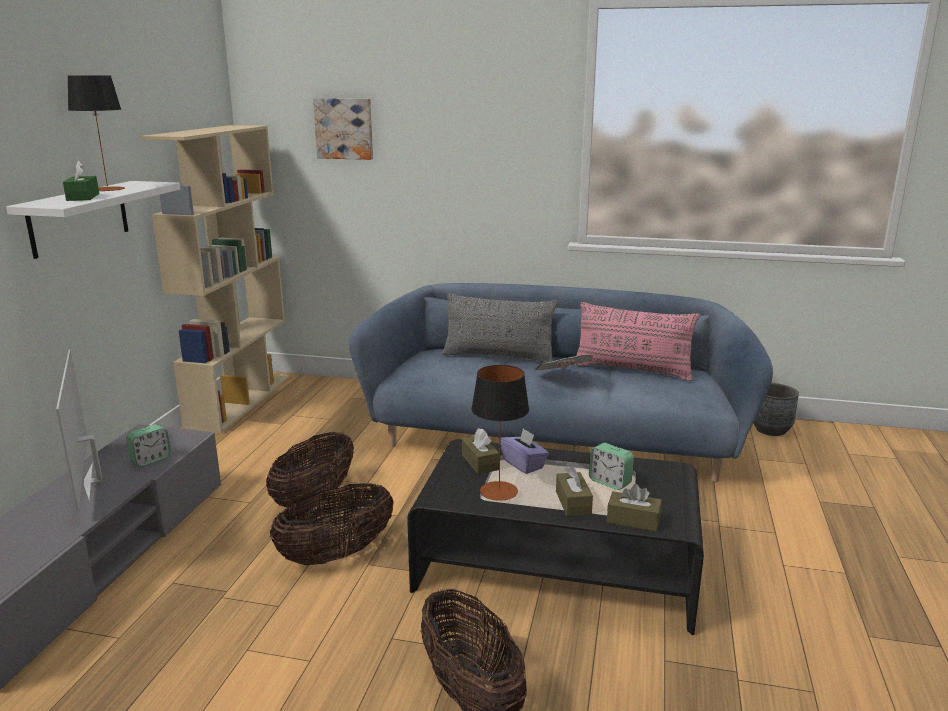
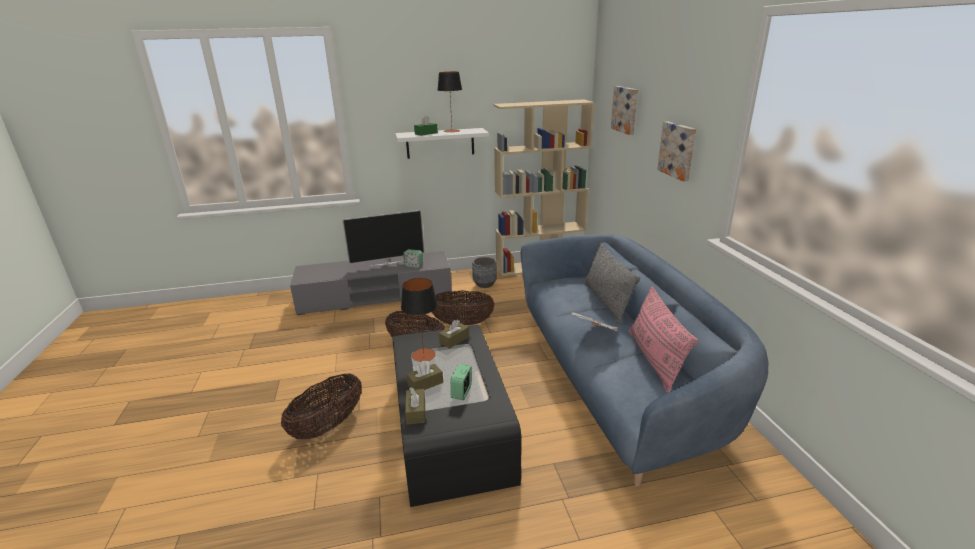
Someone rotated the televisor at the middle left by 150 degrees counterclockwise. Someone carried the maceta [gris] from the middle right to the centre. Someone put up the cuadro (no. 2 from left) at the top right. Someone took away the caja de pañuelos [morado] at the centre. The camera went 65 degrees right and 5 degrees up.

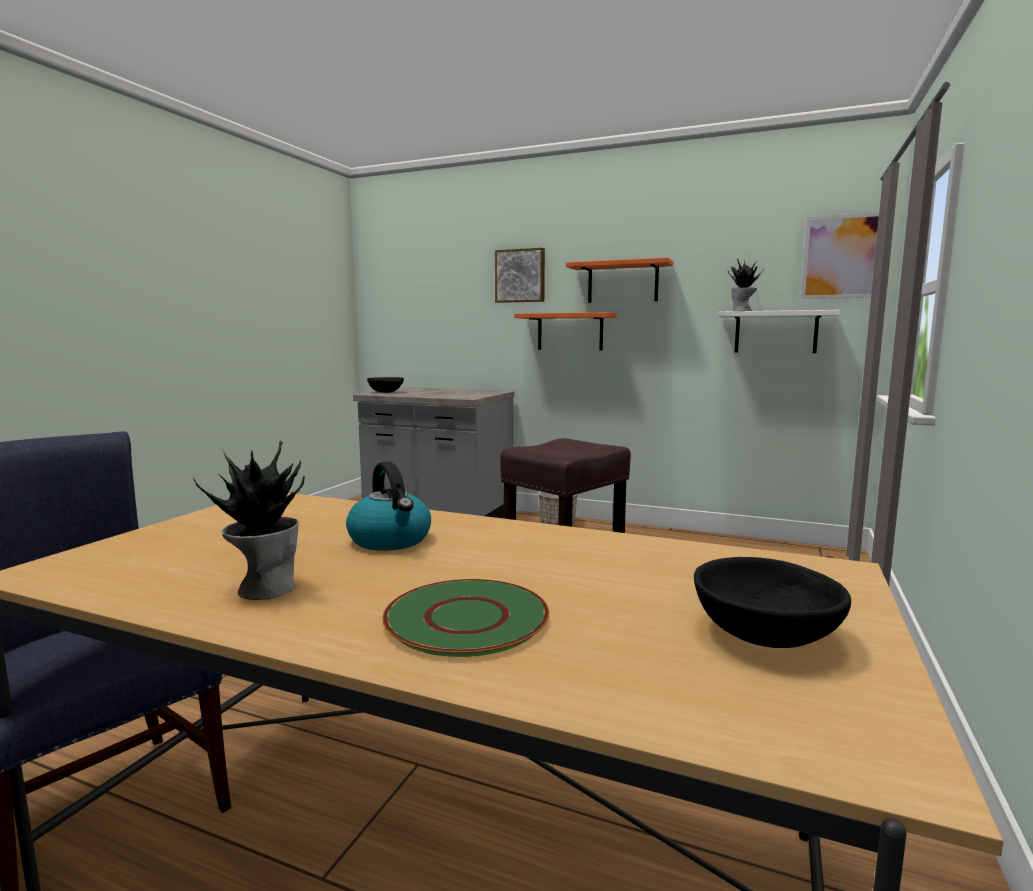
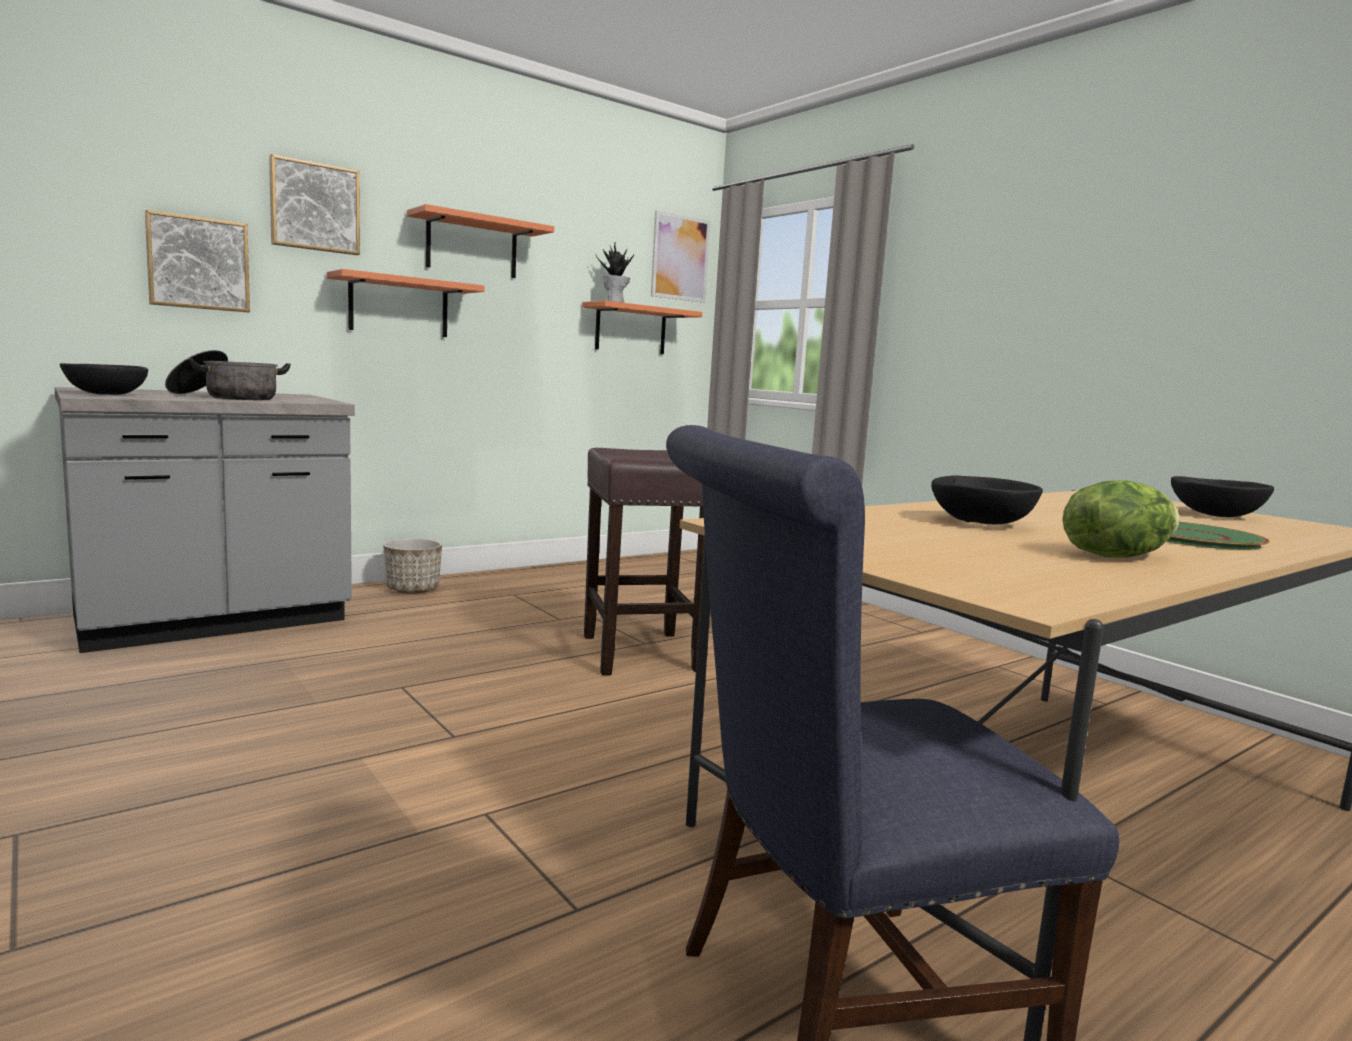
Someone put up the cuadro (no. 1 from left) at the top left. Someone put down the olla at the middle left. Someone repainted the estante [blanco] at the middle right, which became the estante [naranja] (no. 3 from left) at the top centre. Someone swapped the hervidor at the centre for the cuenco [negro] (no. 2 from left) at the middle right. Someone swapped the planta en maceta (no. 1 from left) at the middle left for the lechuga at the middle right. The camera went 60 degrees left and 0 degrees up.

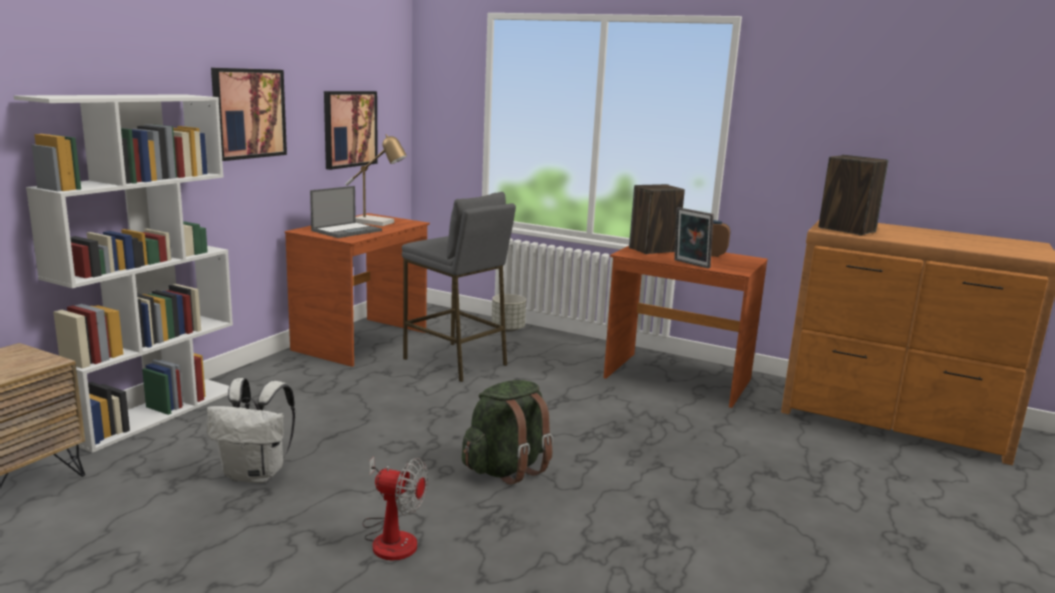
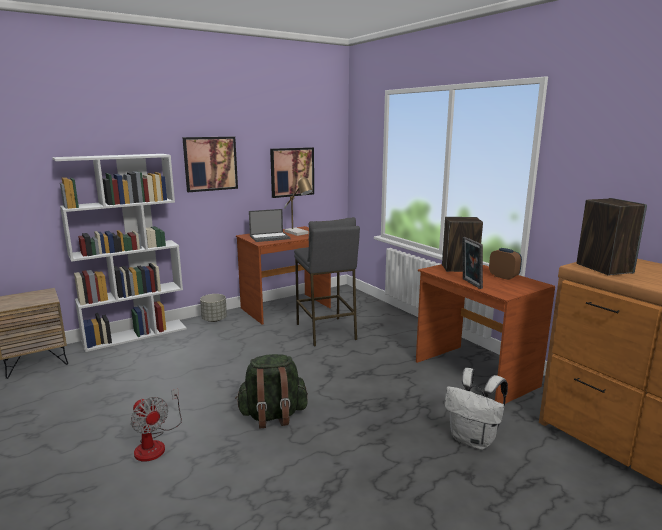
Someone carried the maceta [gris] from the centre to the middle left. Someone carried the mochila [blanco] from the bottom left to the bottom right. The camera went 30 degrees right and 0 degrees up.

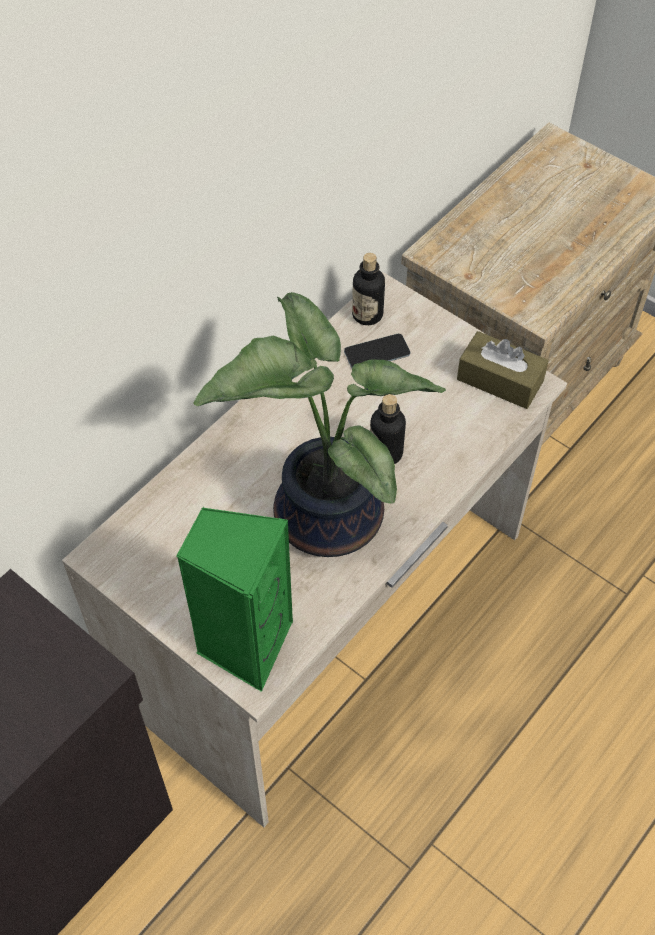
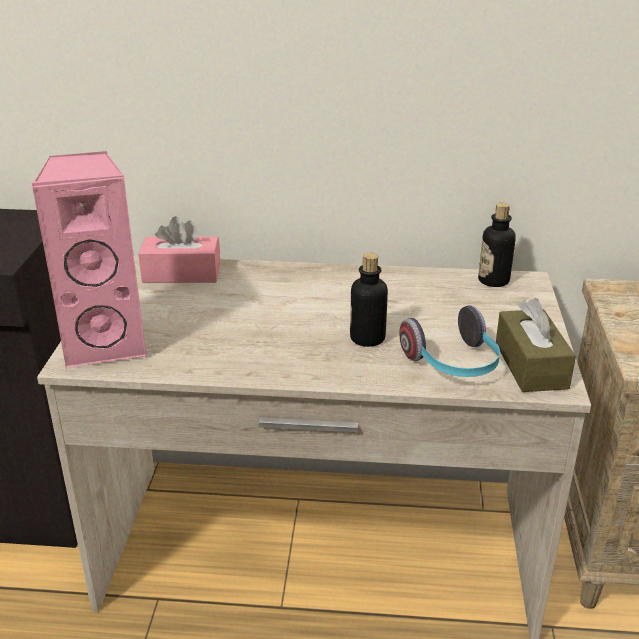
Someone repainted the altavoz [verde] at the centre, which became the altavoz [rosa] at the middle left. Someone put down the caja de pañuelos [rosa] at the middle left. Someone put down the auriculares at the middle right. Someone took away the planta en maceta at the centre. Someone took away the móvil at the centre. The camera went 55 degrees right and 25 degrees down.

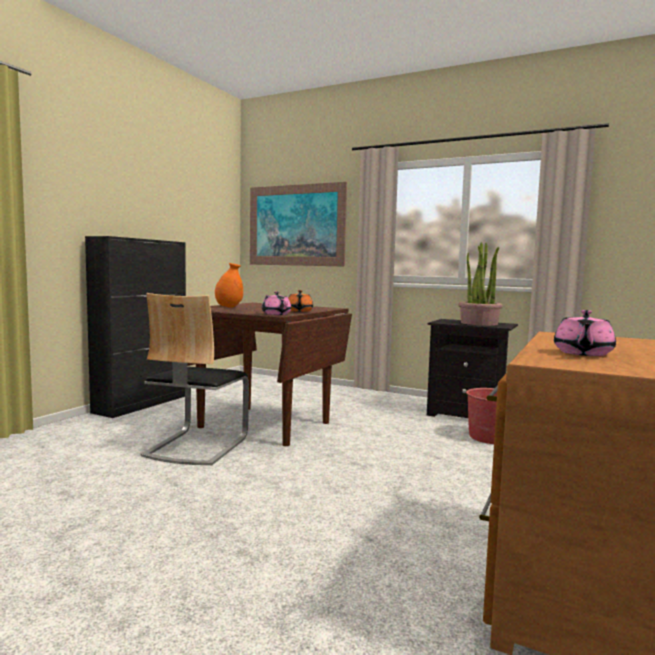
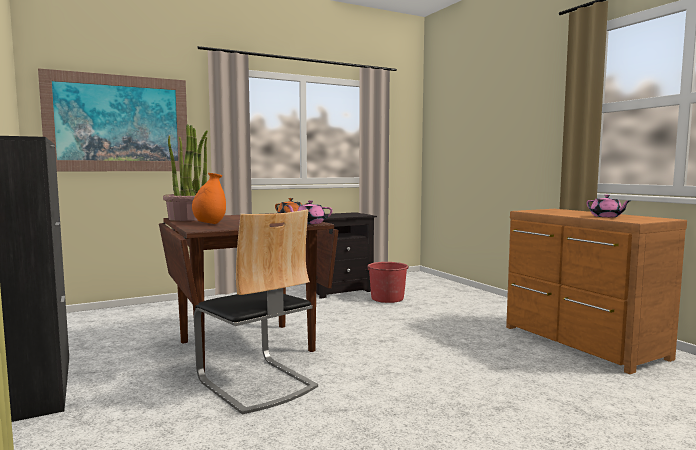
Someone carried the planta en maceta from the middle right to the middle left. The camera went 55 degrees left and 0 degrees up.

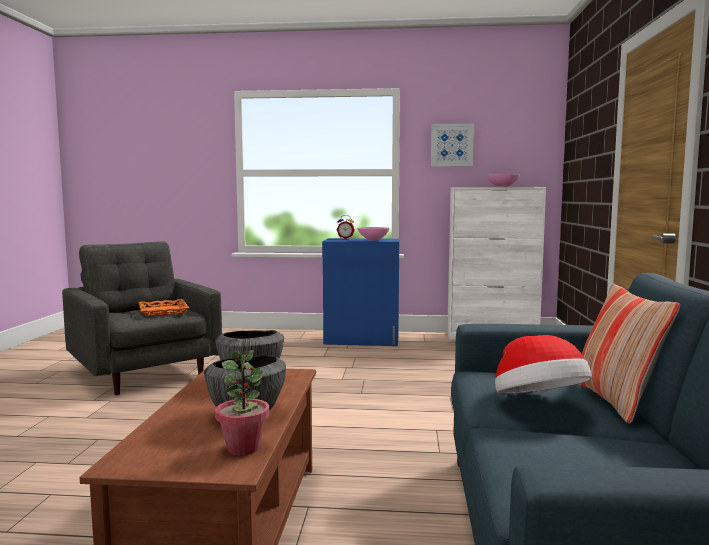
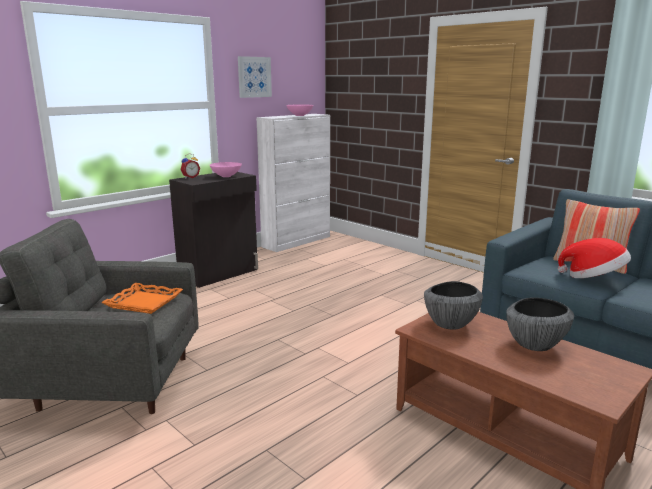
Someone repainted the armario [azul] at the centre, which became the armario [negro] at the middle left. Someone took away the planta en maceta at the bottom centre. The camera went 50 degrees left and 10 degrees up.

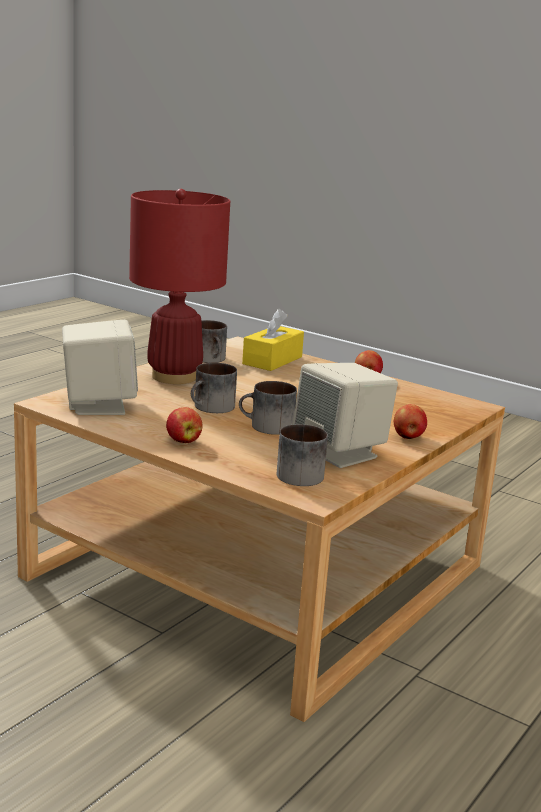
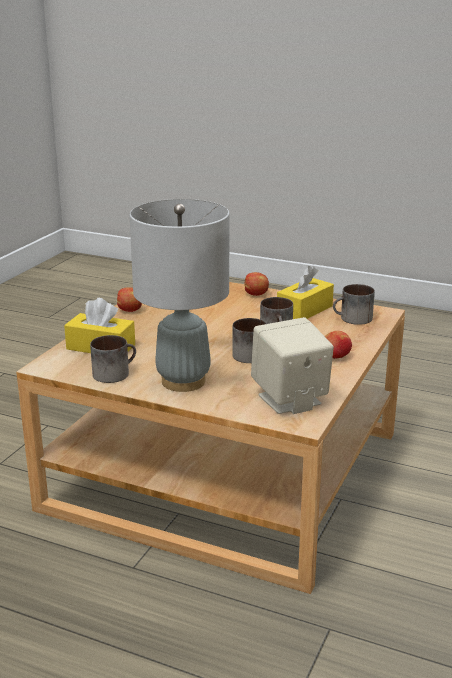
Someone repainted the lámpara de mesa [rojo] at the middle left, which became the lámpara de mesa [gris] at the centre. Someone swapped the altavoz [beis] (no. 2 from left) at the centre for the caja de pañuelos [amarillo] (no. 2 from left) at the middle right. The camera went 100 degrees left and 5 degrees up.

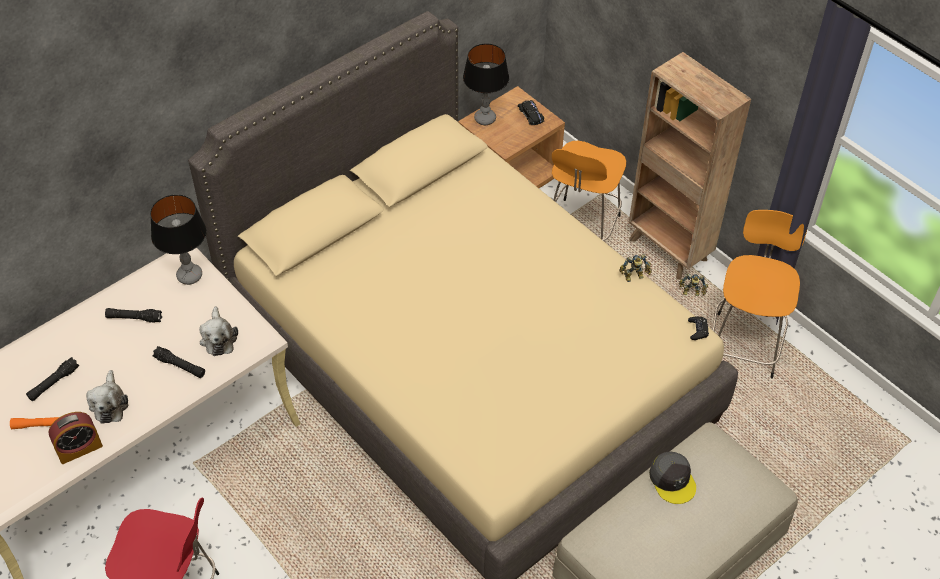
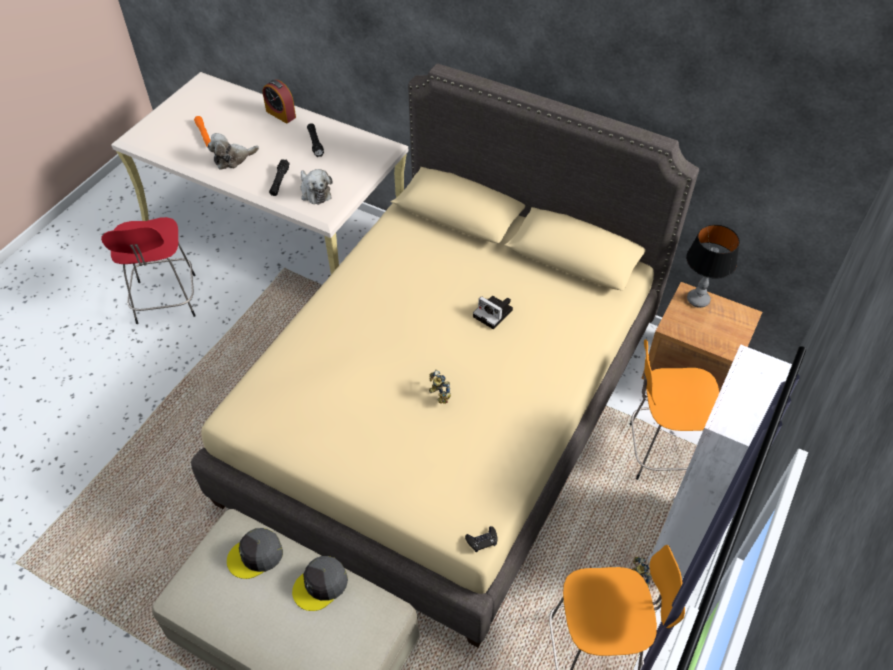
Someone put down the gorra [gris] (no. 1 from left) at the bottom left. Someone carried the despertador from the bottom left to the top left. Someone rotated the peluche (no. 2 from left) at the middle left by 90 degrees counterclockwise. Someone carried the robot de juguete (no. 1 from left) from the middle right to the centre. Someone put down the cámara at the centre. Someone repainted the estantería [marrón] at the top right, which became the estantería [blanco] at the bottom right. Someone took away the linterna [negro] (no. 1 from left) at the middle left. Someone took away the lámpara de mesa (no. 1 from left) at the middle left. Someone took away the coche de juguete [negro] at the top centre. The camera went 70 degrees right and 0 degrees up.

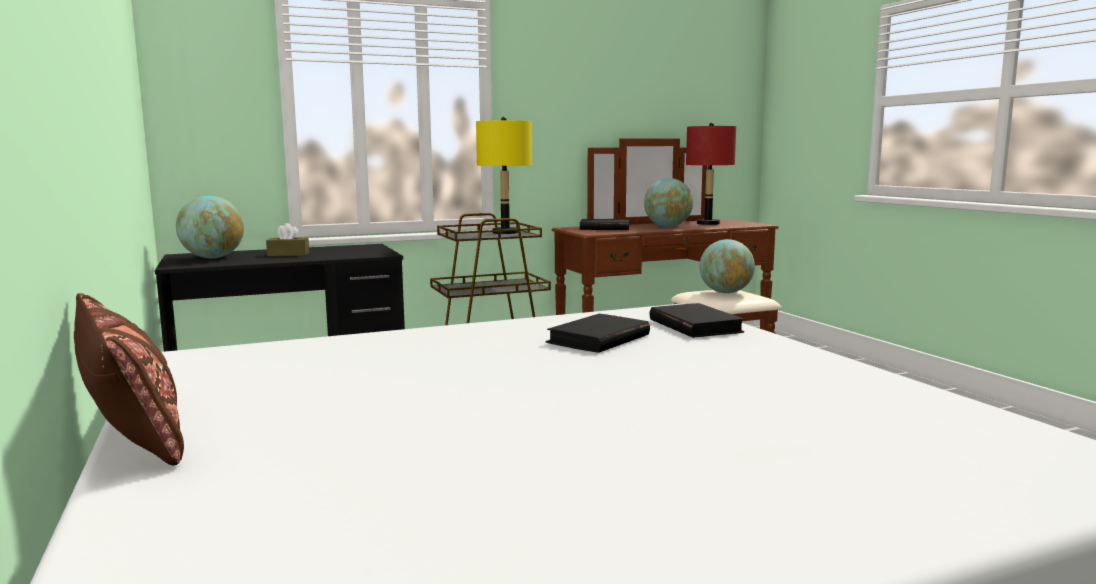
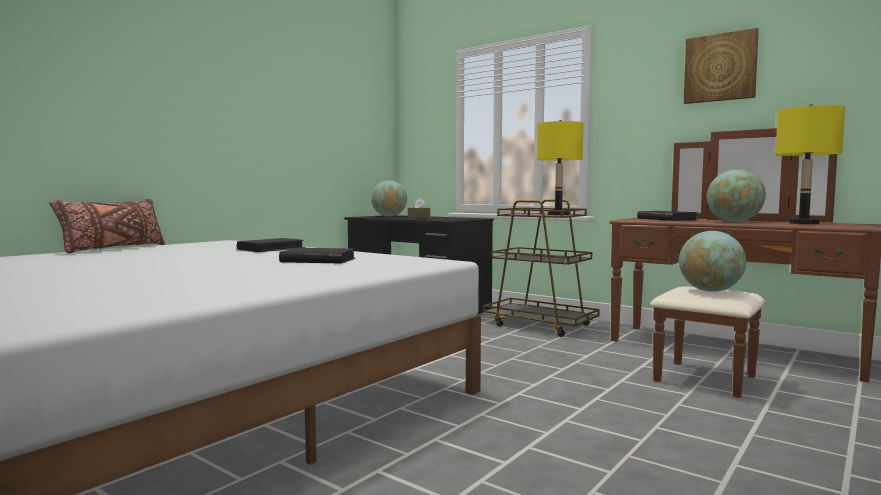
Someone carried the libro [negro] (no. 3 from left in the first image) from the centre to the middle left. Someone put up the cuadro at the top right. Someone repainted the lámpara de mesa [rojo] at the top centre, which became the lámpara de mesa [amarillo] (no. 2 from left) at the top right. The camera went 60 degrees right and 5 degrees down.

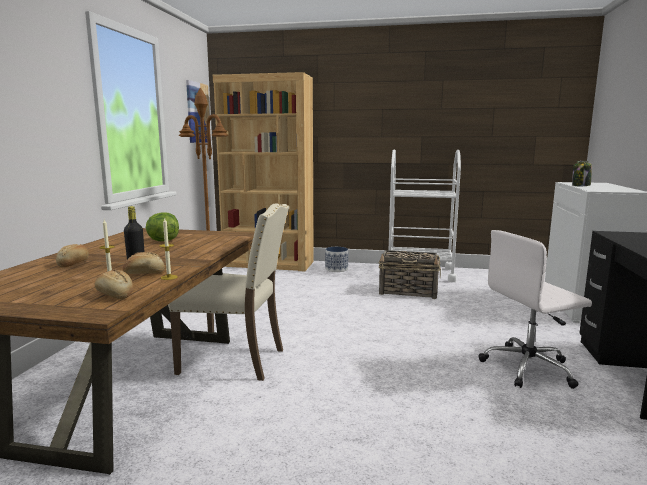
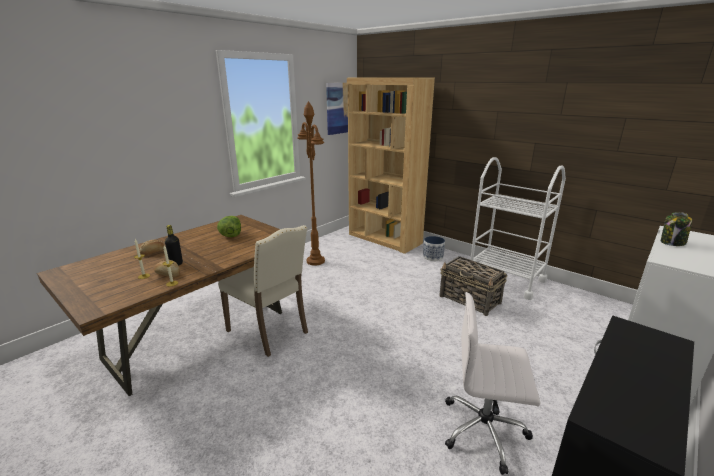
Someone took away the pan (no. 2 from left) at the middle left. The camera went 30 degrees right and 10 degrees up.

